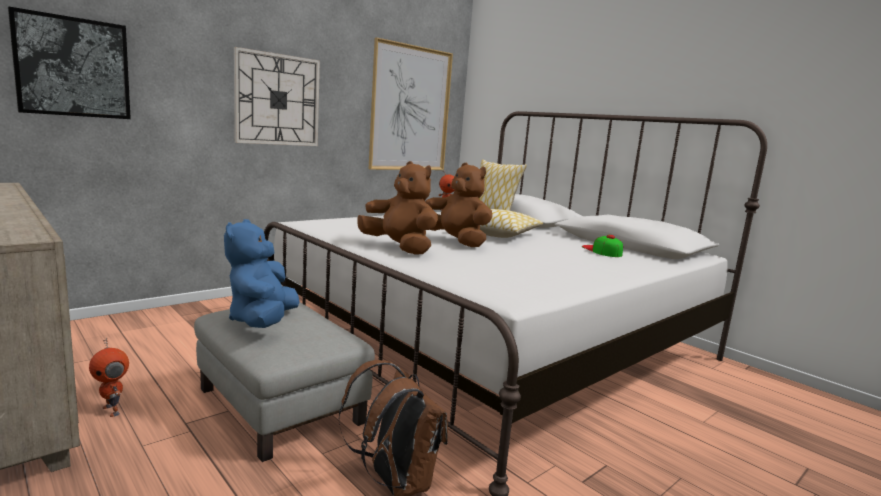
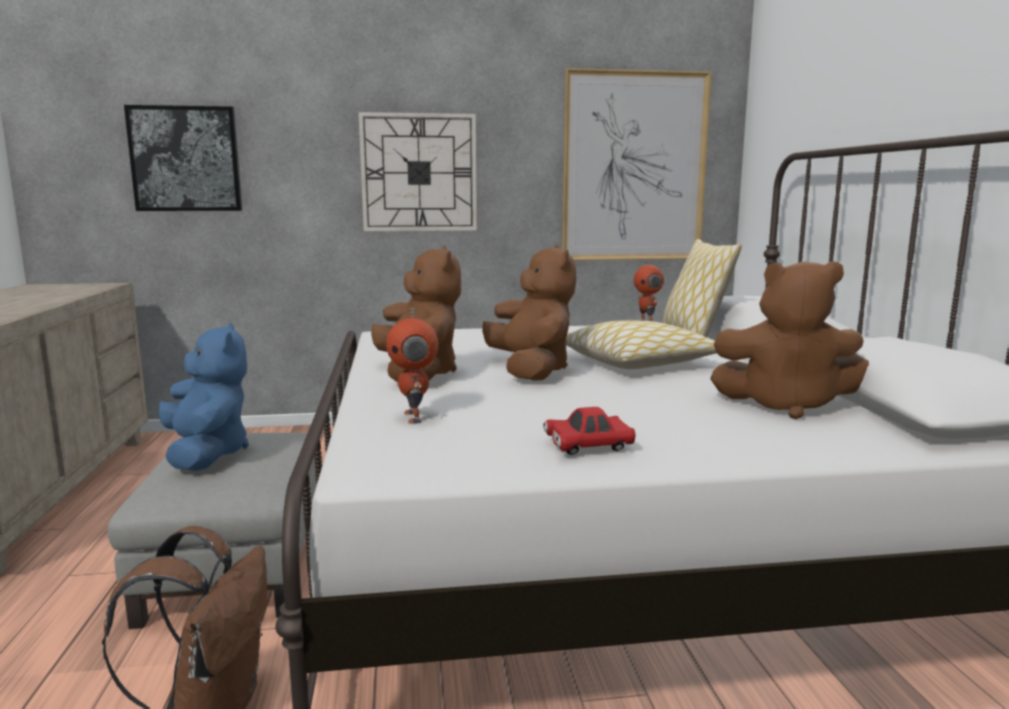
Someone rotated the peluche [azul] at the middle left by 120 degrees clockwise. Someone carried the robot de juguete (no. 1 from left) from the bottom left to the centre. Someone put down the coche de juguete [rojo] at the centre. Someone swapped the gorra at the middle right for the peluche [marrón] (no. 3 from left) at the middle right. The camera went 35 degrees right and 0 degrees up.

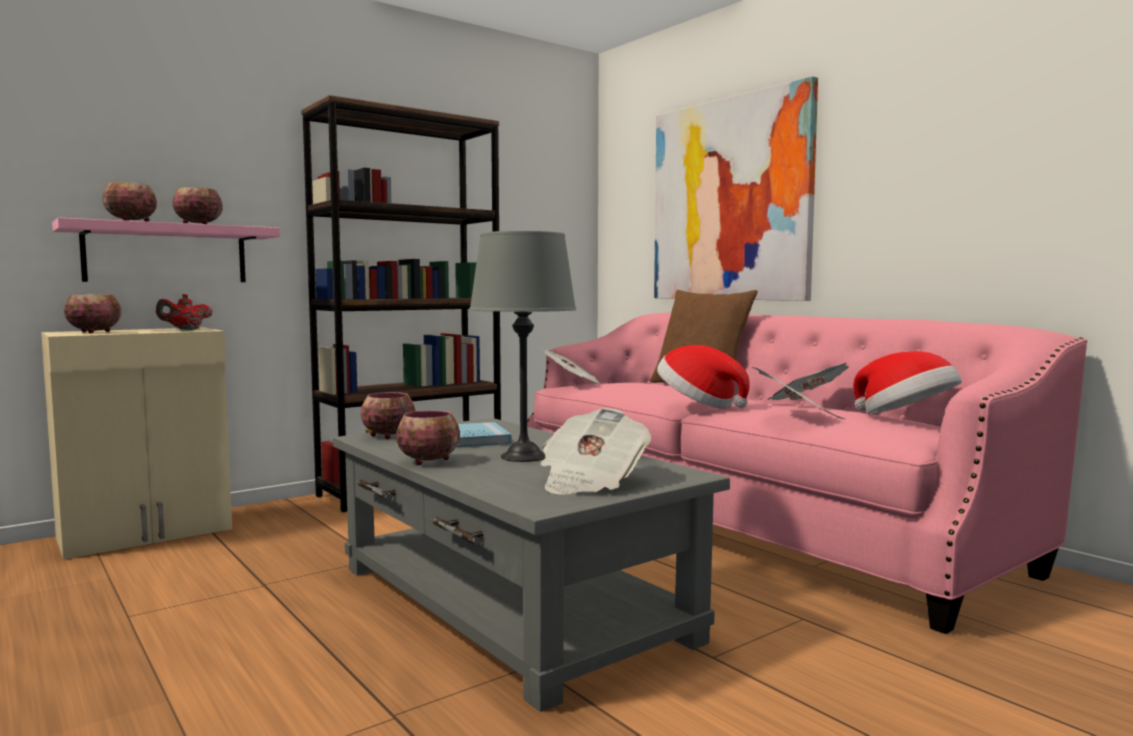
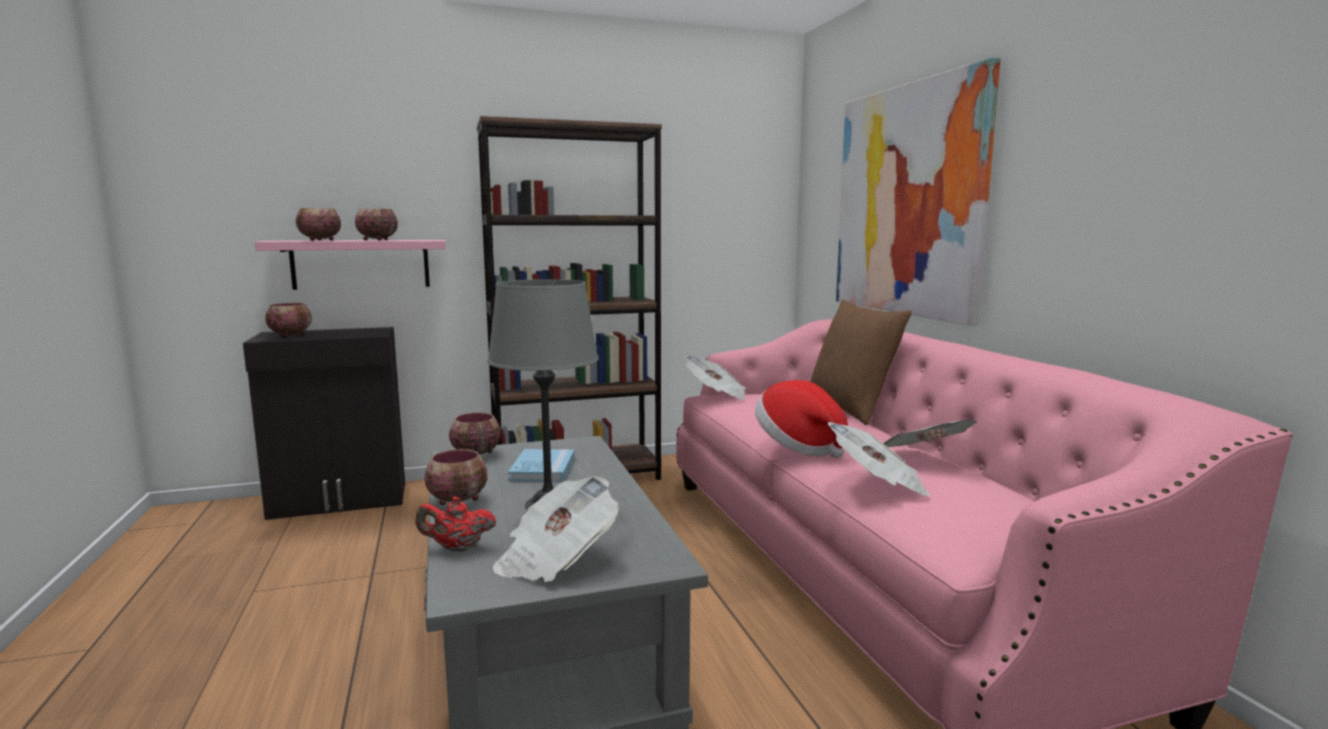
Someone repainted the armario [beis] at the middle left, which became the armario [negro] at the middle left. Someone carried the tetera [rojo] from the middle left to the bottom centre. Someone took away the sombrero (no. 2 from left) at the middle right. The camera went 20 degrees right and 5 degrees up.

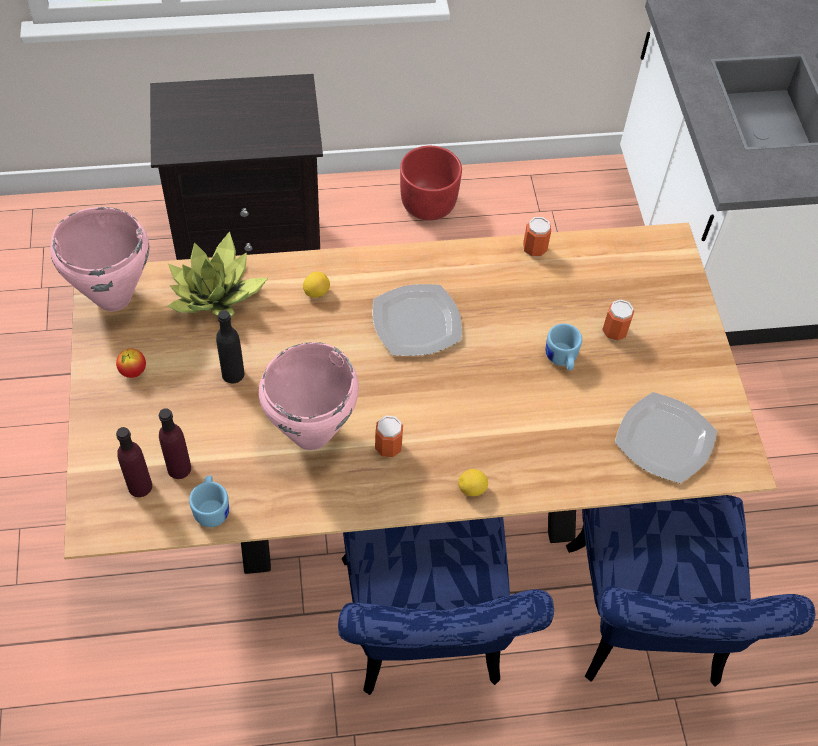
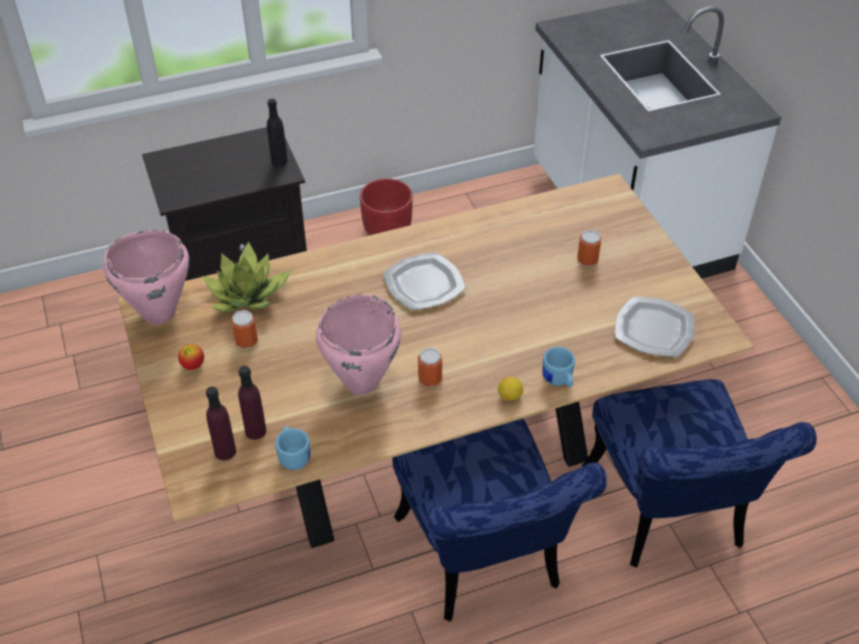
Someone carried the lata (no. 2 from left in the first image) from the top centre to the middle left. Someone carried the botella [negro] from the middle left to the top left. Someone carried the taza grande [azul] (no. 2 from left) from the middle right to the centre. Someone took away the limón (no. 1 from left) at the centre. The camera went 10 degrees left and 10 degrees down.

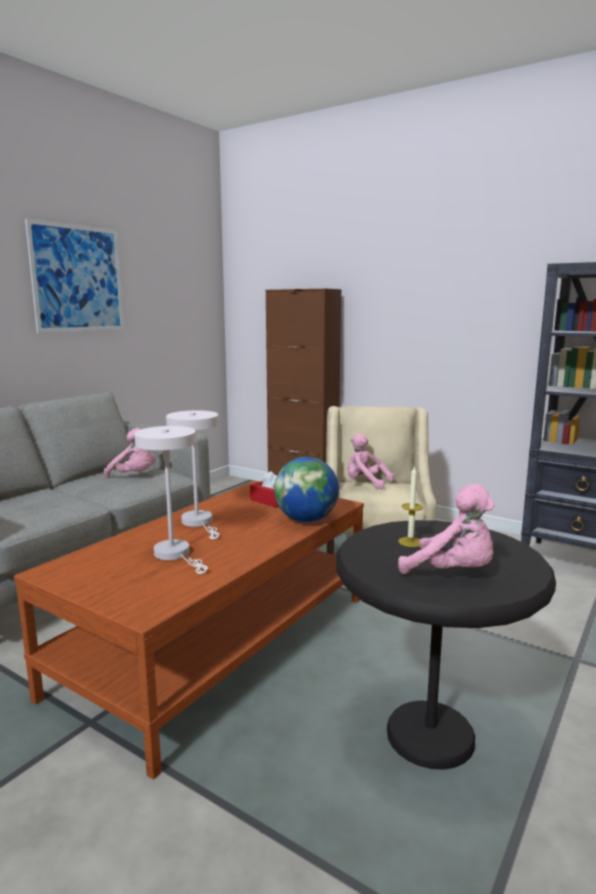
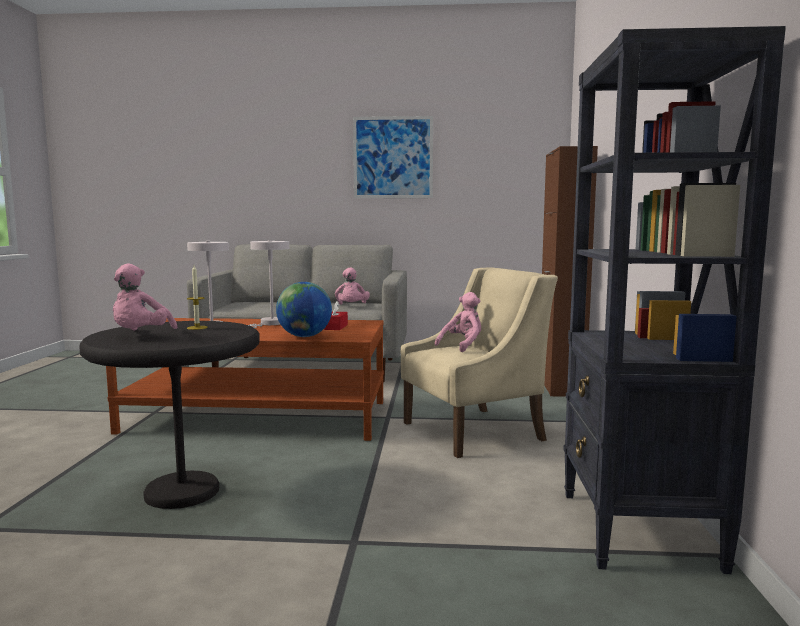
Someone rotated the peluche [rosa] (no. 2 from left in the first image) at the centre by 45 degrees clockwise. The camera went 60 degrees right and 5 degrees down.

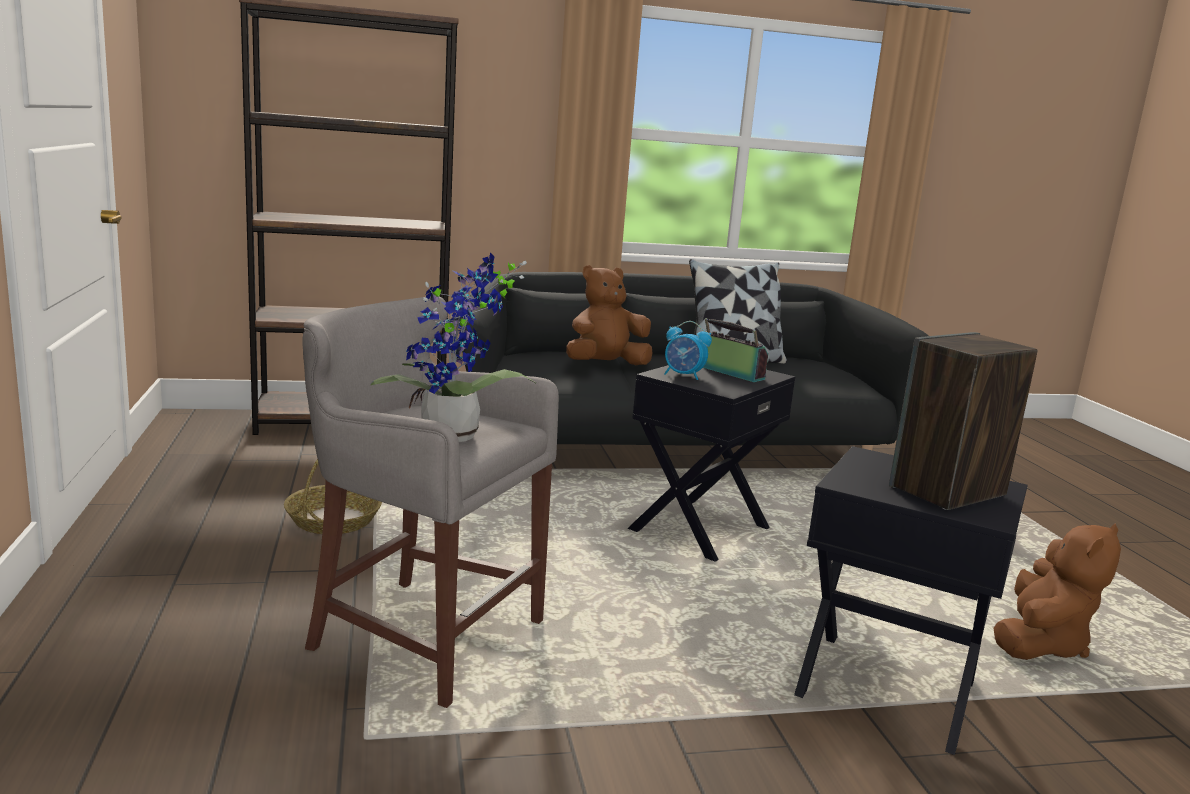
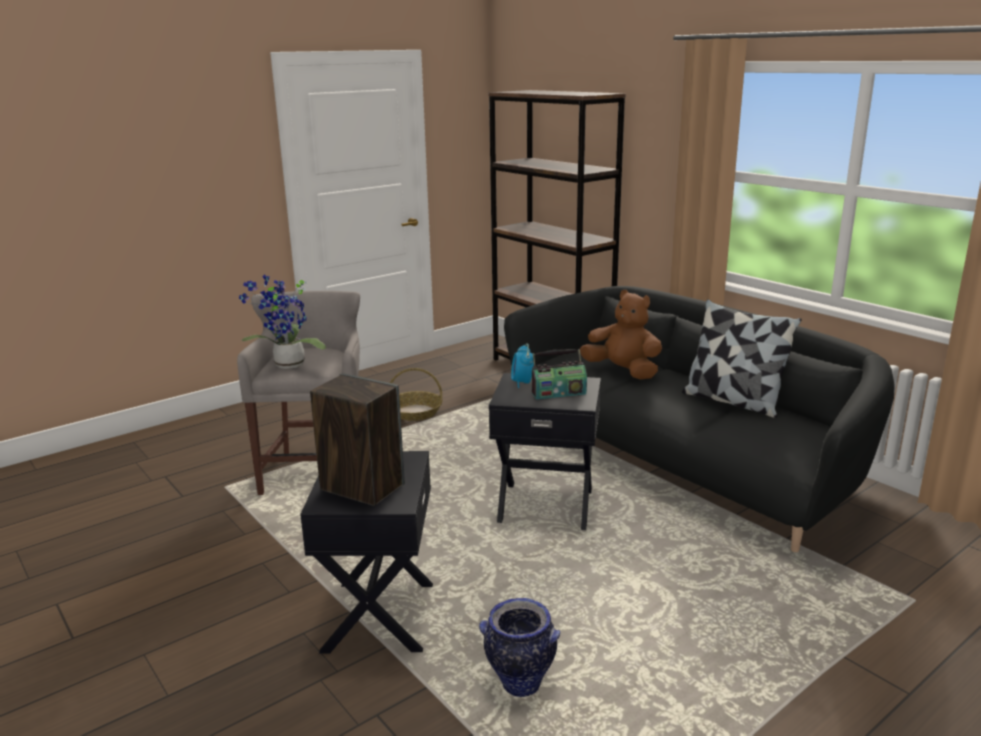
Someone swapped the peluche [marrón] (no. 2 from left) at the bottom right for the florero at the bottom centre. Someone rotated the radio at the centre by 60 degrees clockwise. The camera went 65 degrees right and 5 degrees up.

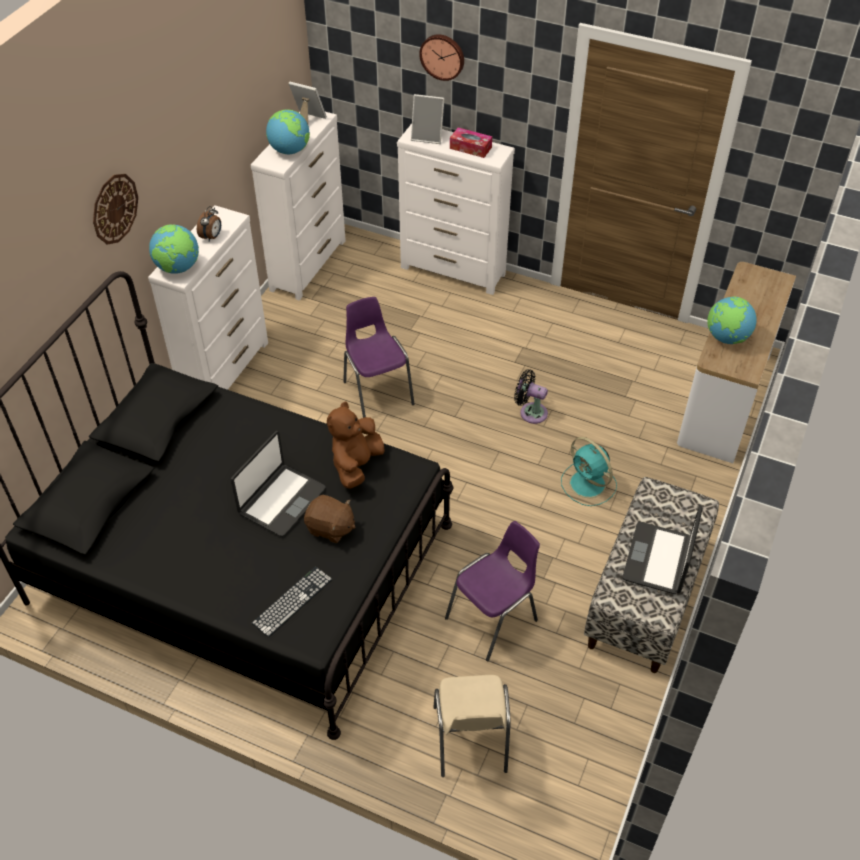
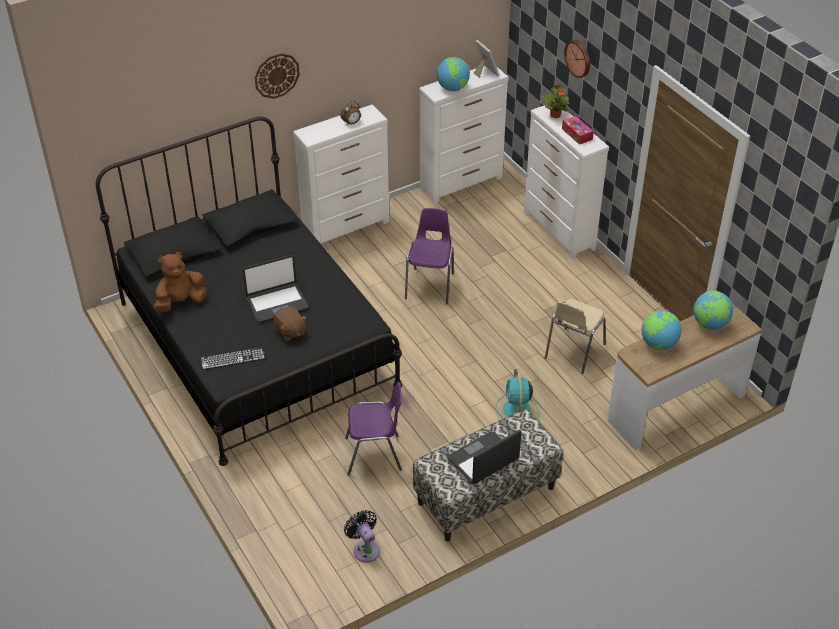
Someone carried the peluche [marrón] (no. 2 from left in the first image) from the centre to the middle left. Someone carried the ventilador [negro] from the centre to the bottom centre. Someone swapped the portarretratos (no. 2 from left) at the top centre for the planta en maceta at the top centre. Someone carried the silla [beis] from the bottom centre to the middle right. Someone carried the globo terráqueo (no. 1 from left in the first image) from the top left to the middle right. The camera went 35 degrees right and 5 degrees down.

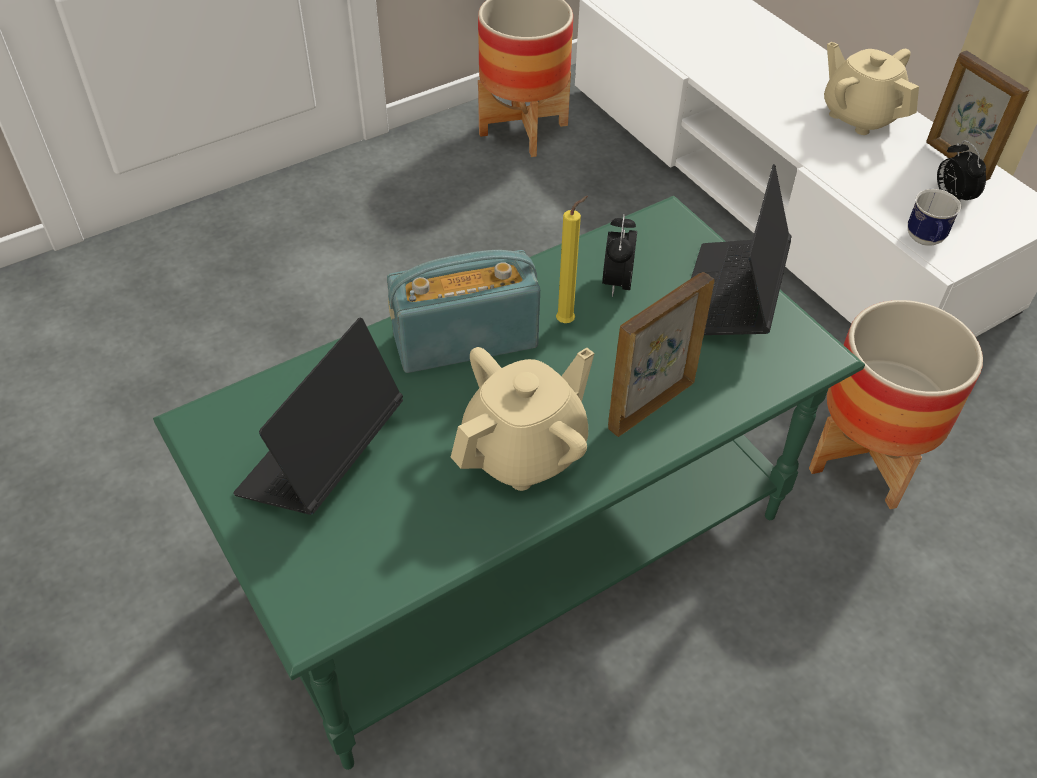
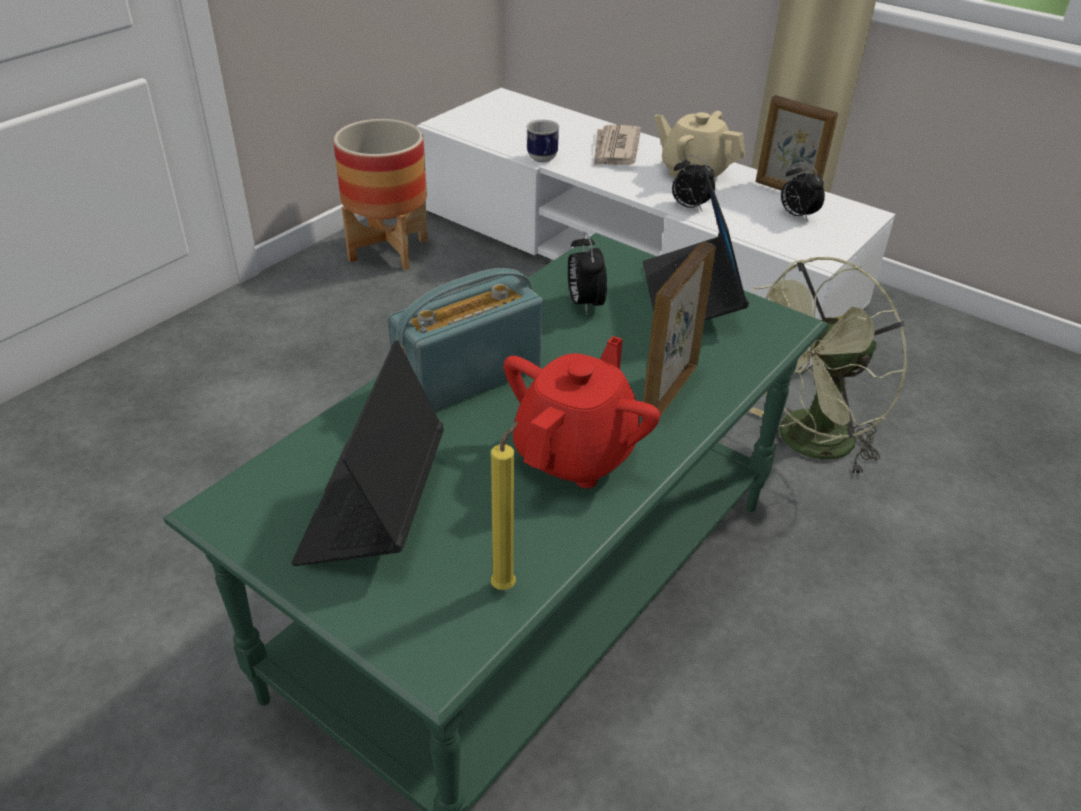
Someone carried the vela [amarillo] from the top centre to the centre. Someone repainted the tetera [beis] (no. 1 from left) at the centre, which became the tetera [rojo] at the centre. Someone carried the taza grande from the top right to the top centre. Someone put down the periódico at the top centre. Someone put down the despertador (no. 2 from left) at the top centre. Someone swapped the maceta (no. 2 from left) at the middle right for the ventilador [verde] at the middle right. The camera went 20 degrees left and 10 degrees down.

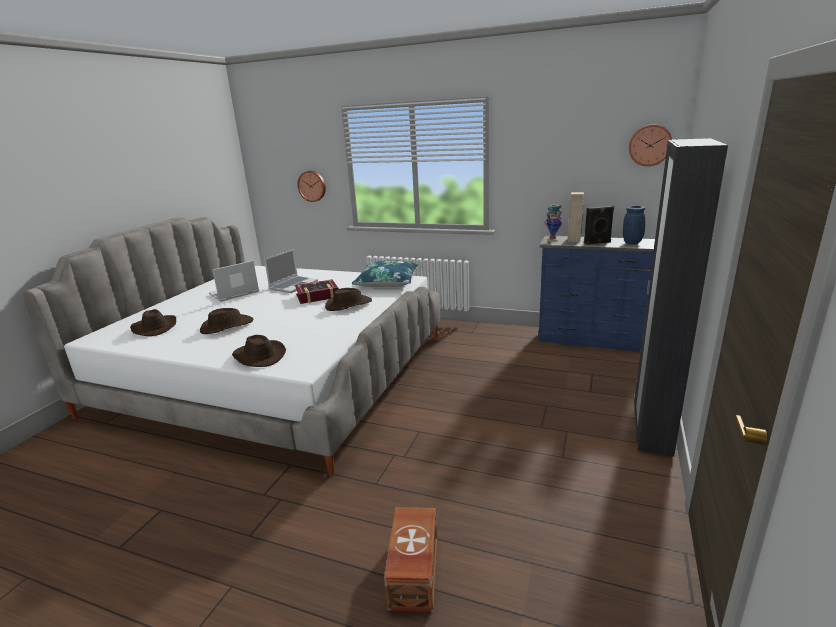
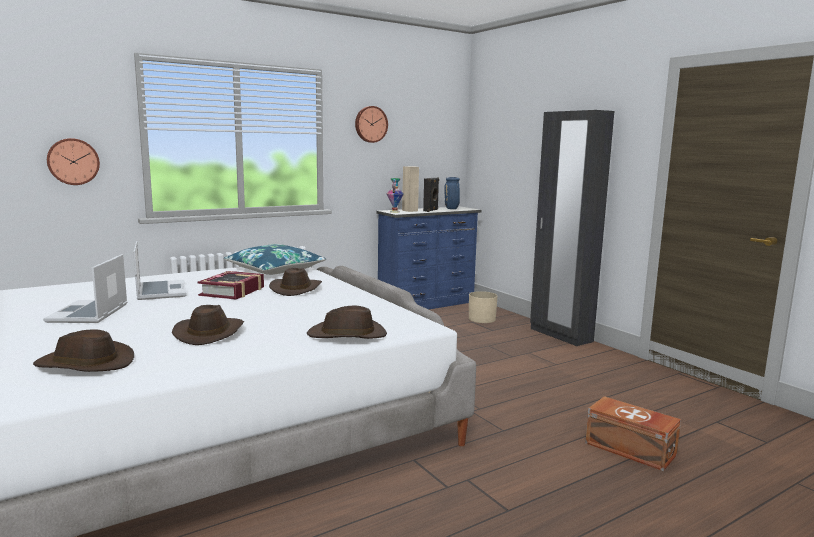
Someone carried the reloj de pared (no. 2 from left) from the top right to the top centre. Someone put down the maceta [beis] at the centre. The camera went 55 degrees left and 10 degrees down.

